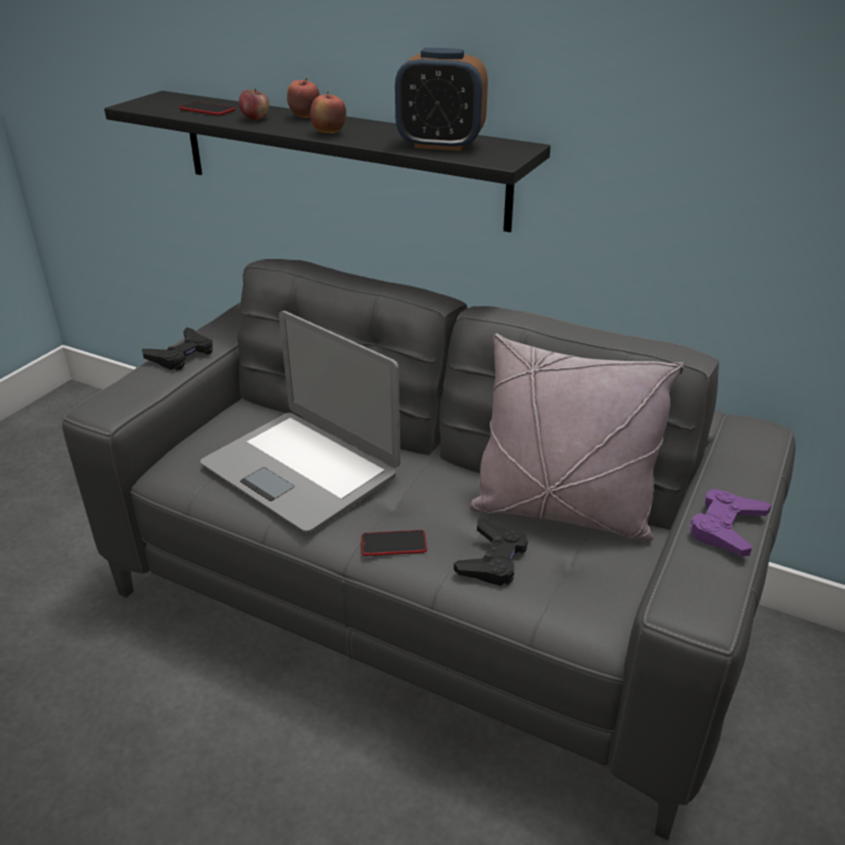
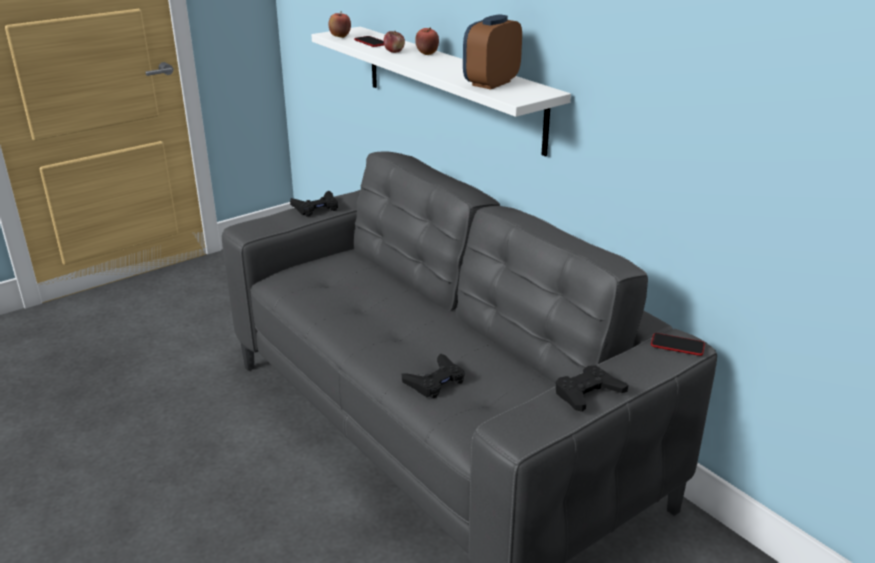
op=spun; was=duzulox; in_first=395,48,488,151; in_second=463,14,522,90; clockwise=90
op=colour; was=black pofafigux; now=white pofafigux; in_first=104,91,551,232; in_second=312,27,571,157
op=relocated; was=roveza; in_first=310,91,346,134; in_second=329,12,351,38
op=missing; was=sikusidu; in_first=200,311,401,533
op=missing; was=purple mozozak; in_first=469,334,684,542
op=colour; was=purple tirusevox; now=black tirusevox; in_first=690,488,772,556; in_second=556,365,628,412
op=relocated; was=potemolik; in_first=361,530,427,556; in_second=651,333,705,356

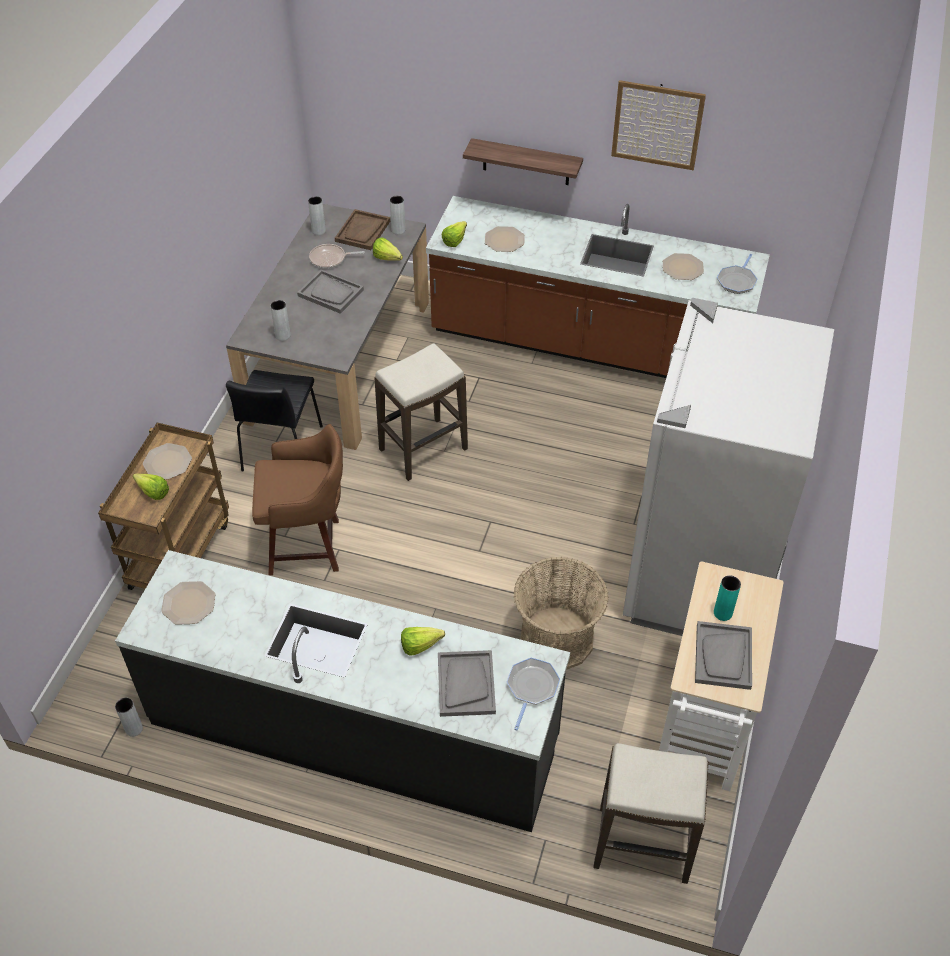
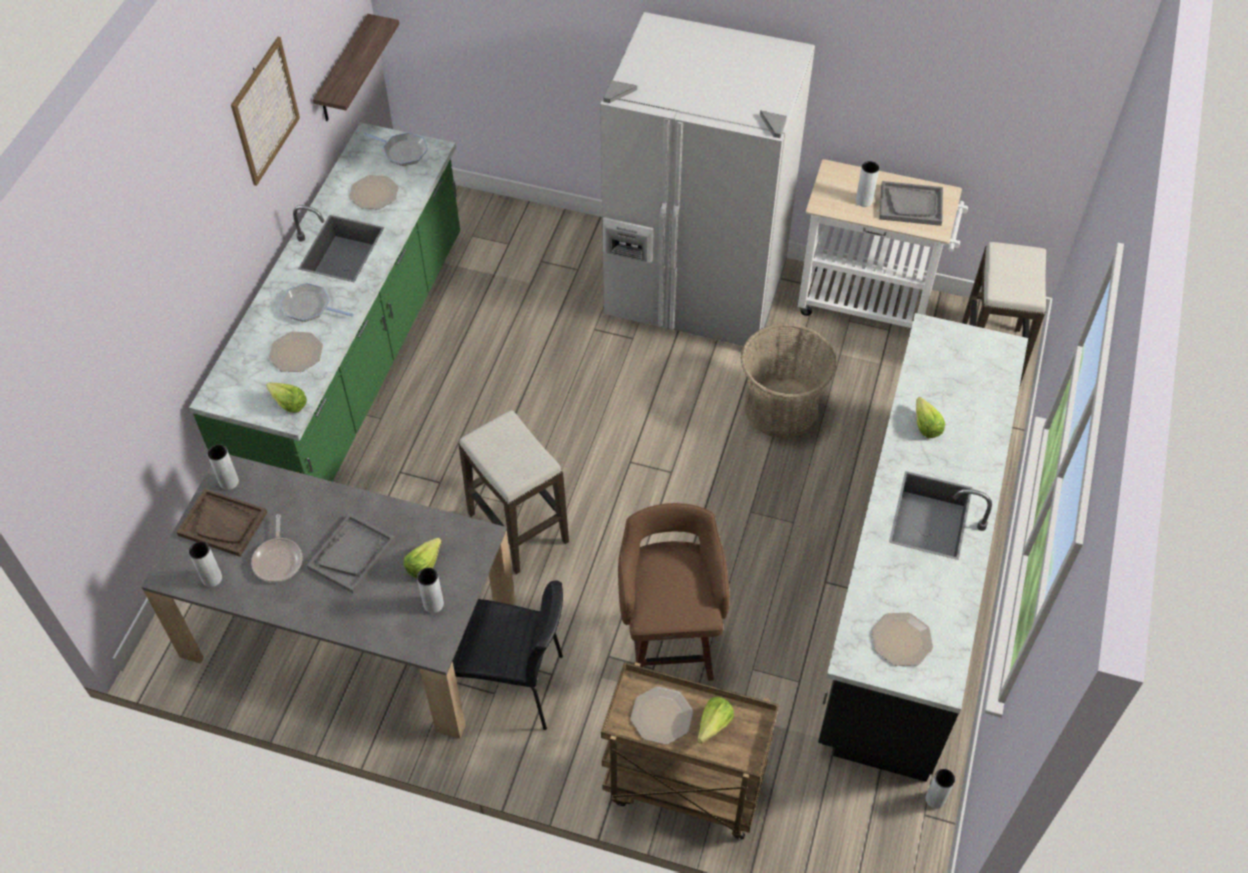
op=relocated; was=pofafigux; in_first=463,138,583,185; in_second=313,14,399,121
op=colour; was=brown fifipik; now=green fifipik; in_first=426,196,770,378; in_second=189,122,460,482
op=relocated; was=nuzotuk; in_first=373,237,403,261; in_second=403,538,442,579
op=colour; was=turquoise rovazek; now=grey rovazek; in_first=714,576,741,621; in_second=856,161,879,207
op=missing; was=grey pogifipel; in_first=438,650,496,717
op=relocated; was=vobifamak; in_first=507,658,560,731; in_second=280,283,354,322

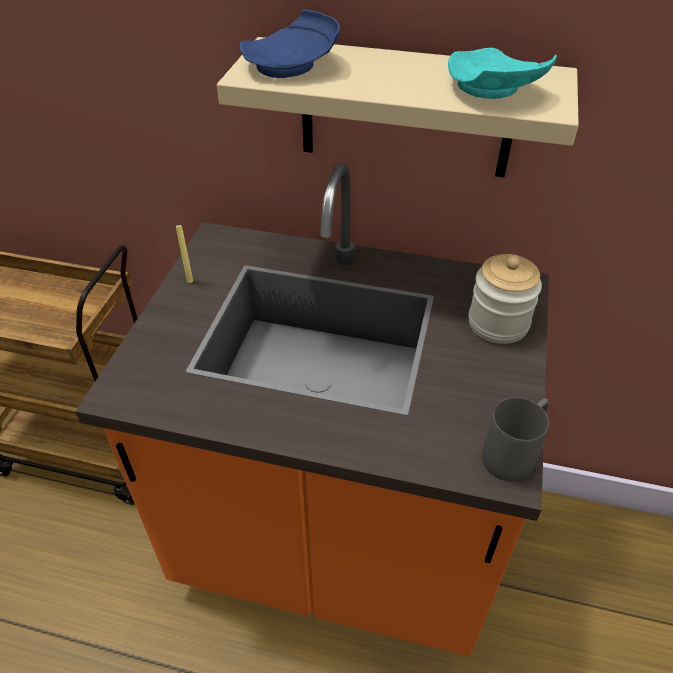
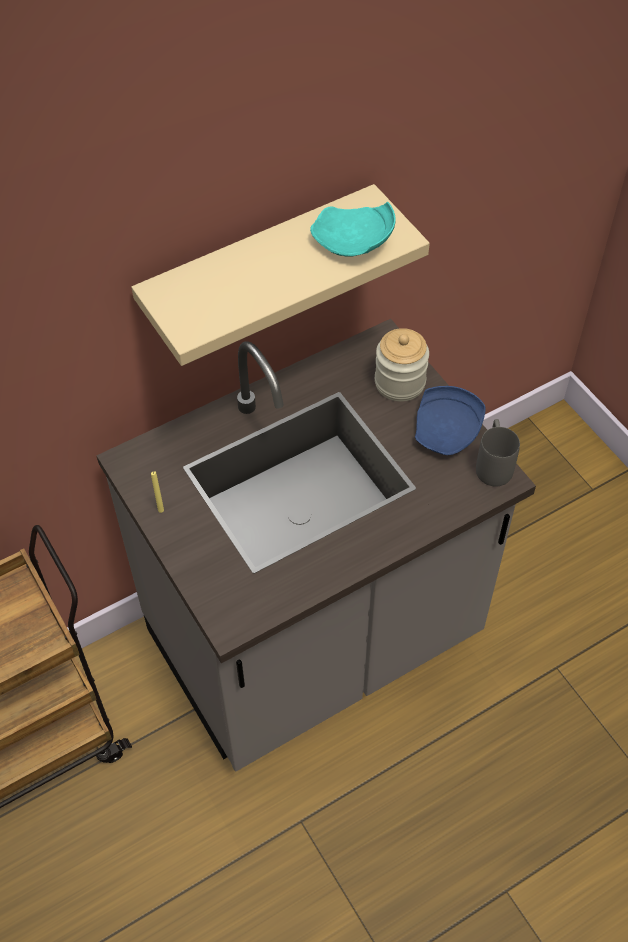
op=relocated; was=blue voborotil; in_first=240,10,340,78; in_second=415,386,486,455
op=colour; was=orange fifipik; now=grey fifipik; in_first=75,163,549,657; in_second=96,319,536,771

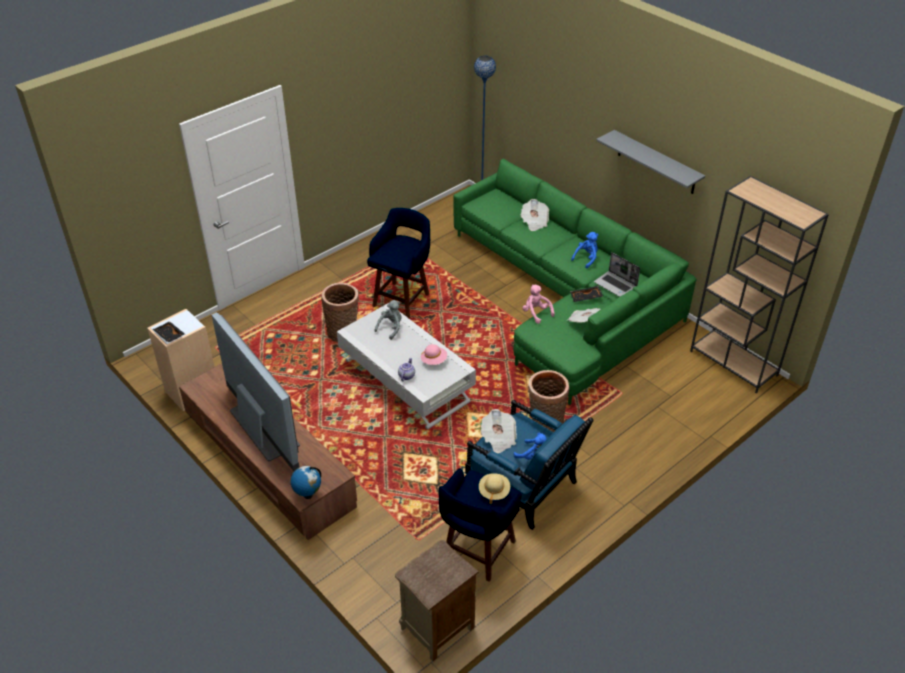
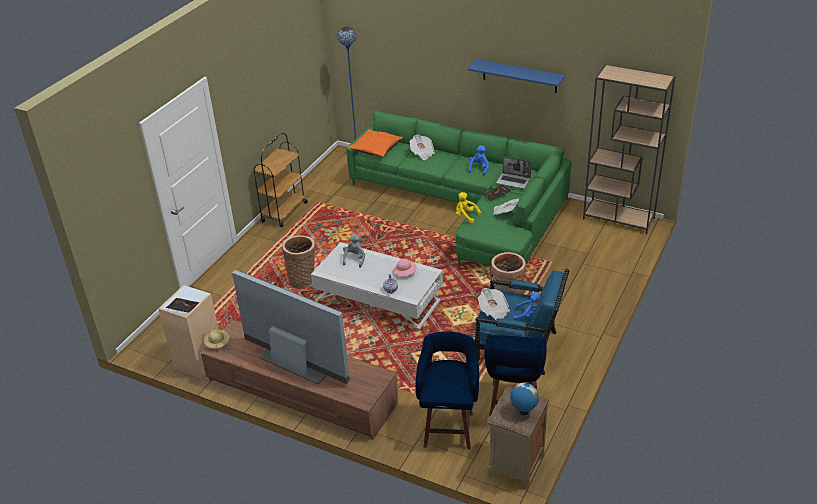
op=colour; was=grey pofafigux; now=blue pofafigux; in_first=596,130,705,194; in_second=468,60,565,93
op=relocated; was=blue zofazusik; in_first=367,208,430,318; in_second=415,331,479,450
op=colour; was=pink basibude; now=yellow basibude; in_first=522,285,555,324; in_second=456,192,481,223
op=relocated; was=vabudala; in_first=291,466,321,499; in_second=510,382,539,415
op=relocated; was=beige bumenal; in_first=479,473,510,504; in_second=204,329,229,352
op=appeared; now=orange mozozak; in_second=348,129,404,157
op=appeared; now=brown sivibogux; in_second=253,133,308,227

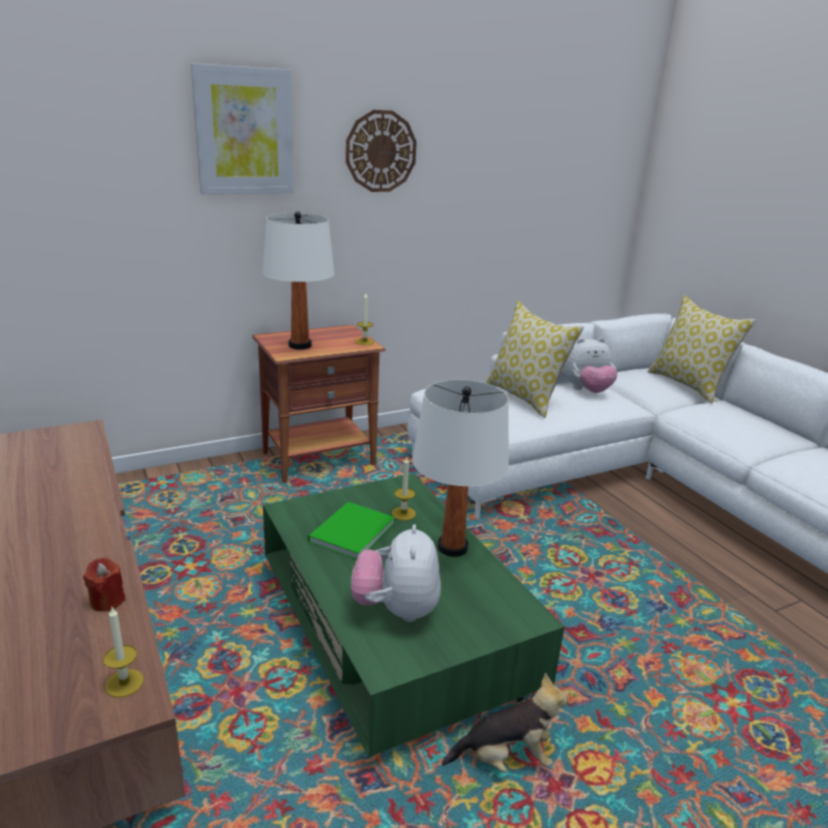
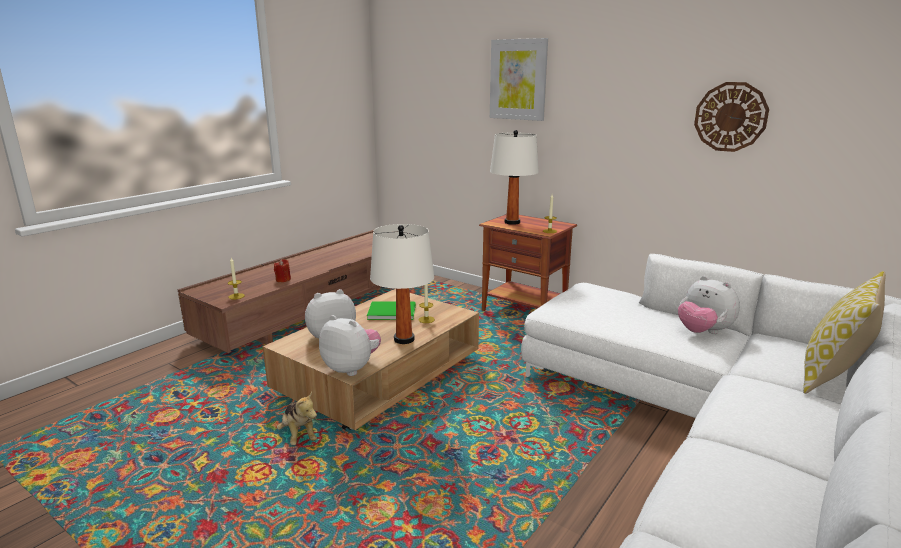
op=relocated; was=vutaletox; in_first=346,110,417,192; in_second=694,82,769,152
op=missing; was=mozozak; in_first=485,301,584,418
op=colour; was=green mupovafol; now=brown mupovafol; in_first=263,473,565,757; in_second=263,289,479,430
op=appeared; now=basibude; in_second=319,315,381,376

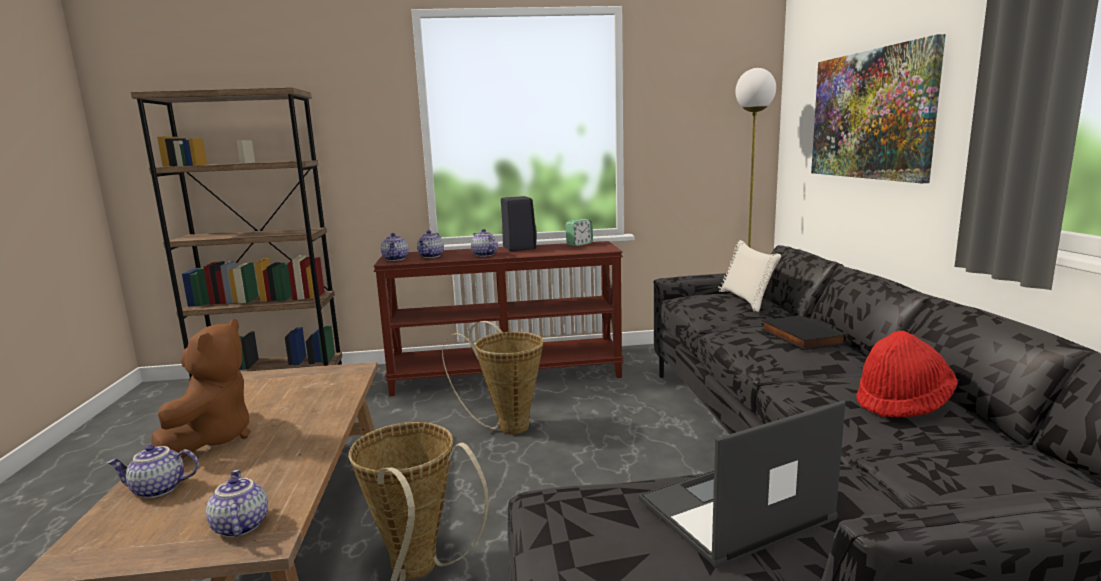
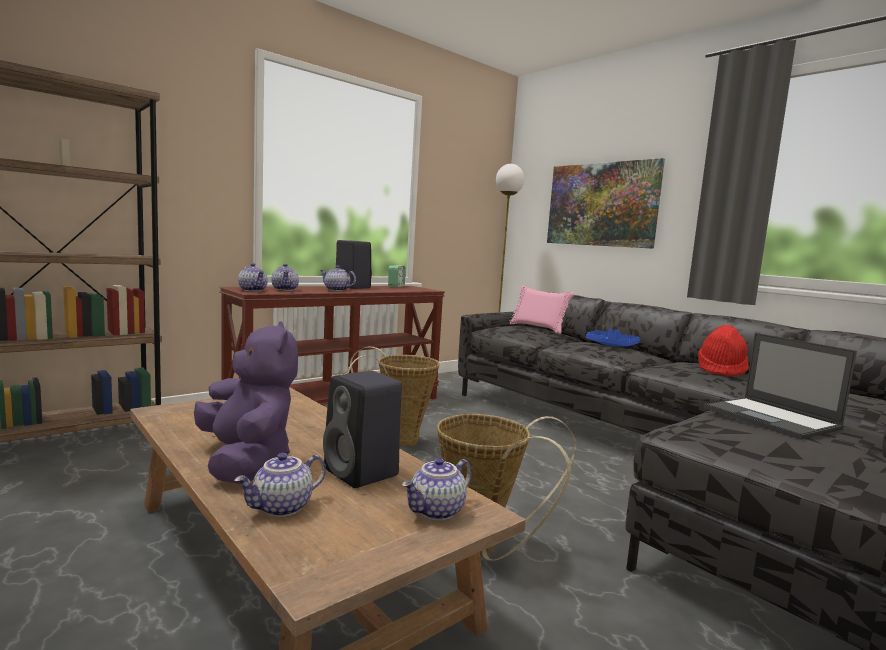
op=colour; was=white mozozak; now=pink mozozak; in_first=718,240,781,312; in_second=509,286,574,334
op=exchanged; was=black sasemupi; now=blue pogifipel; in_first=761,315,847,350; in_second=586,329,640,347
op=colour; was=brown basibude; now=purple basibude; in_first=151,319,251,458; in_second=194,321,298,484
op=spun; was=sikusidu; in_first=639,401,845,568; in_second=704,333,857,440; clockwise=-60
op=spun; was=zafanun; in_first=206,470,268,538; in_second=402,458,472,521; clockwise=-75
op=appeared; now=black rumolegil; in_second=323,371,402,488

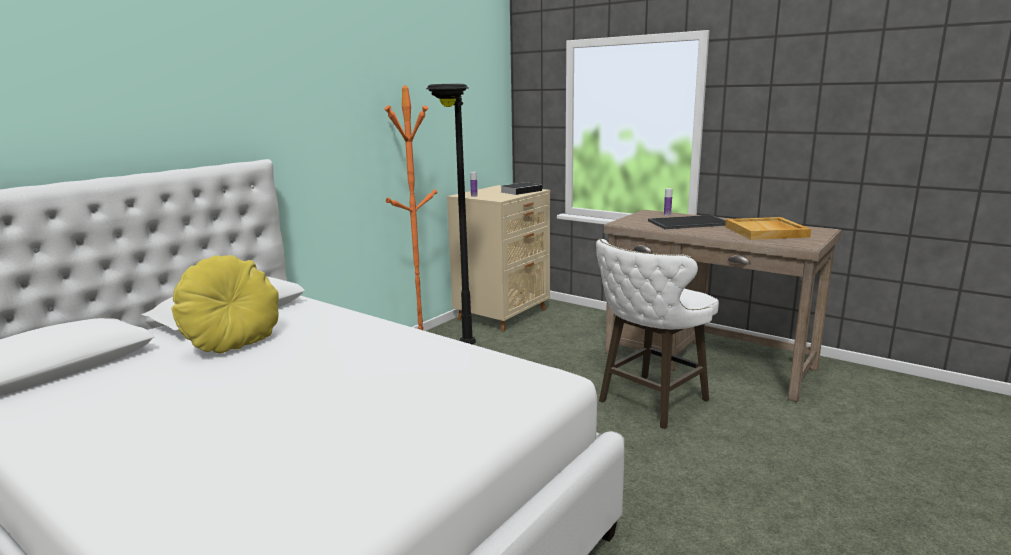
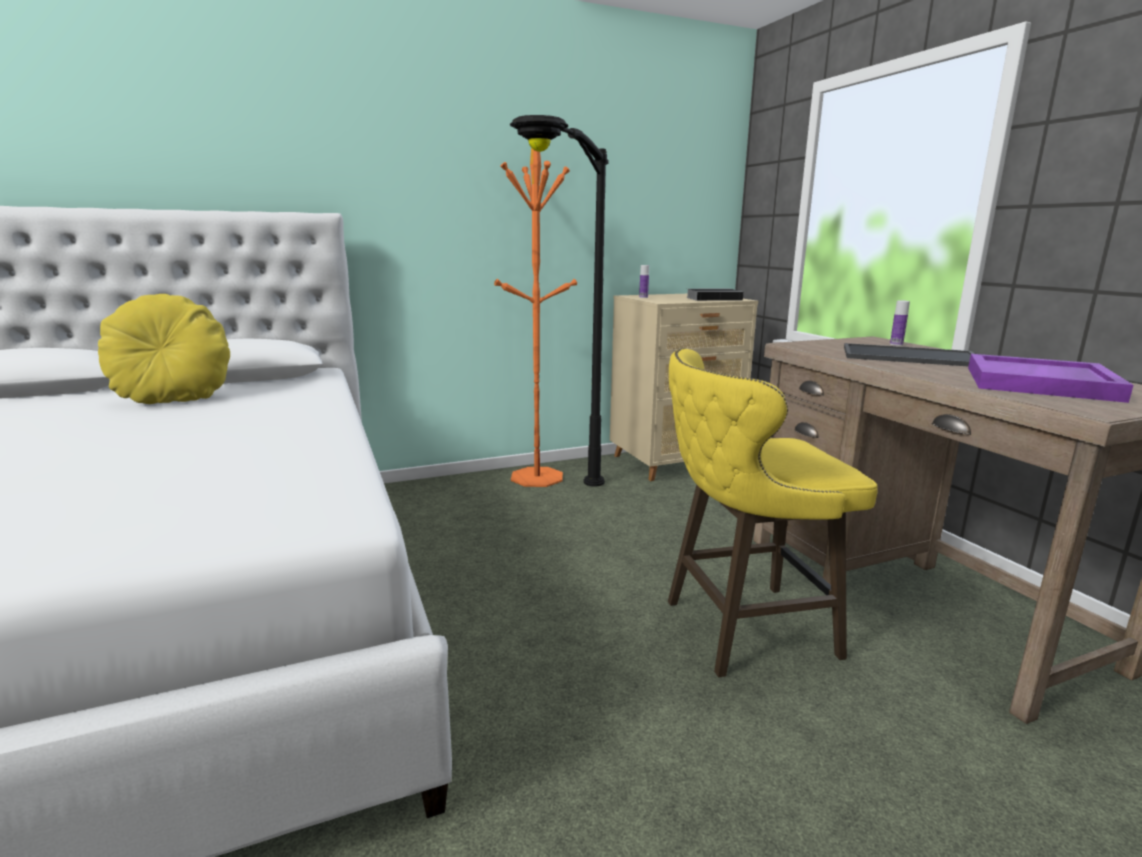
op=colour; was=beige pogifipel; now=purple pogifipel; in_first=725,217,811,240; in_second=968,354,1133,403
op=colour; was=white zofazusik; now=yellow zofazusik; in_first=596,239,719,429; in_second=668,348,878,677

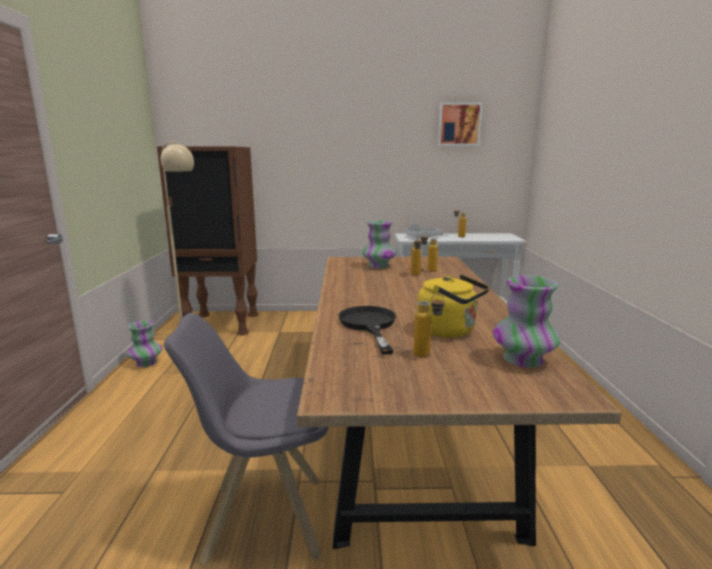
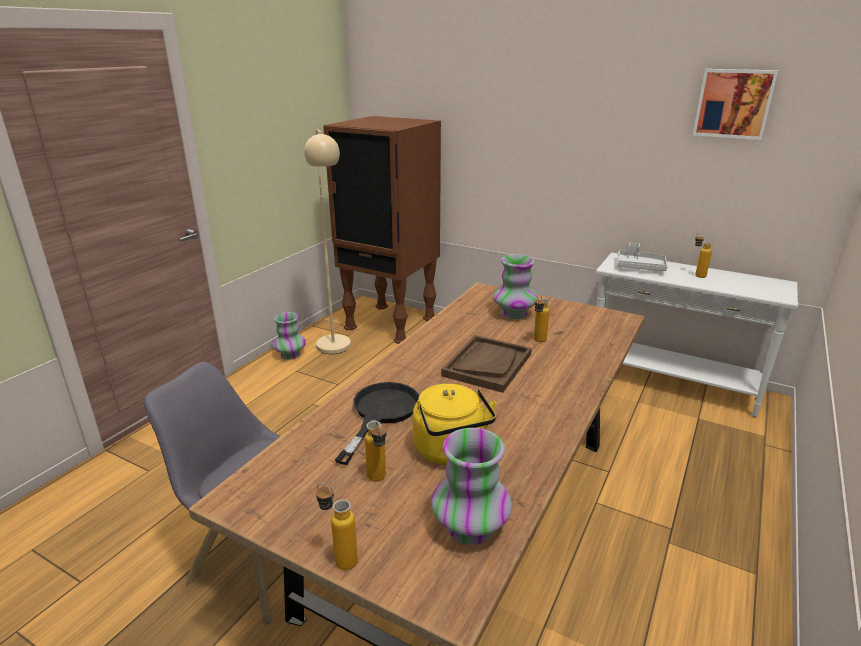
op=relocated; was=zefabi; in_first=420,232,438,272; in_second=316,483,358,570
op=appeared; now=brown pogifipel; in_second=441,335,532,393

